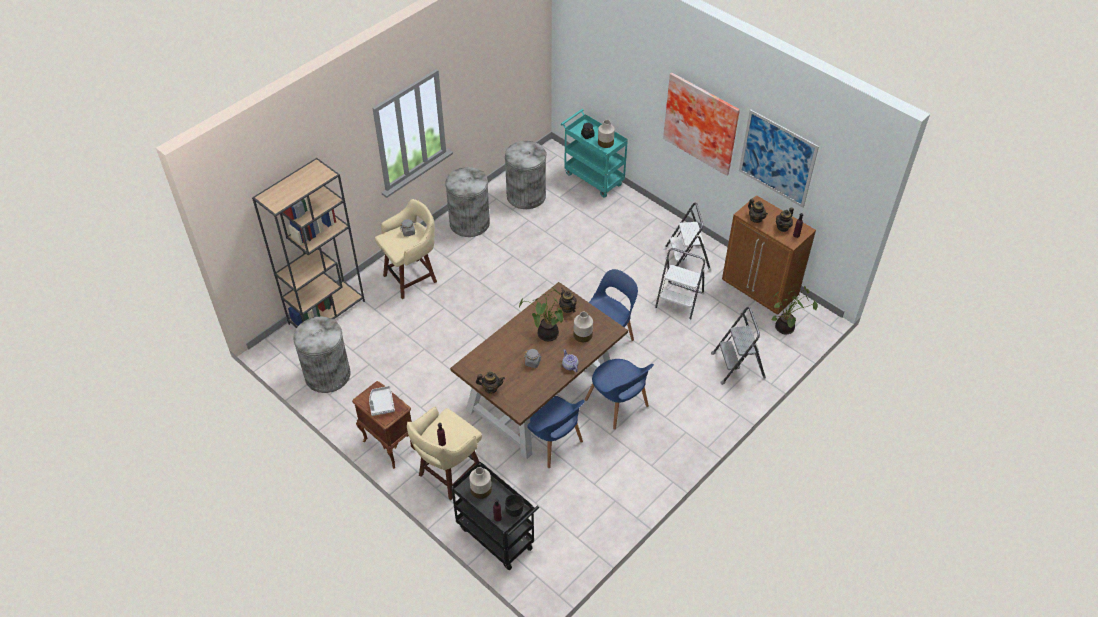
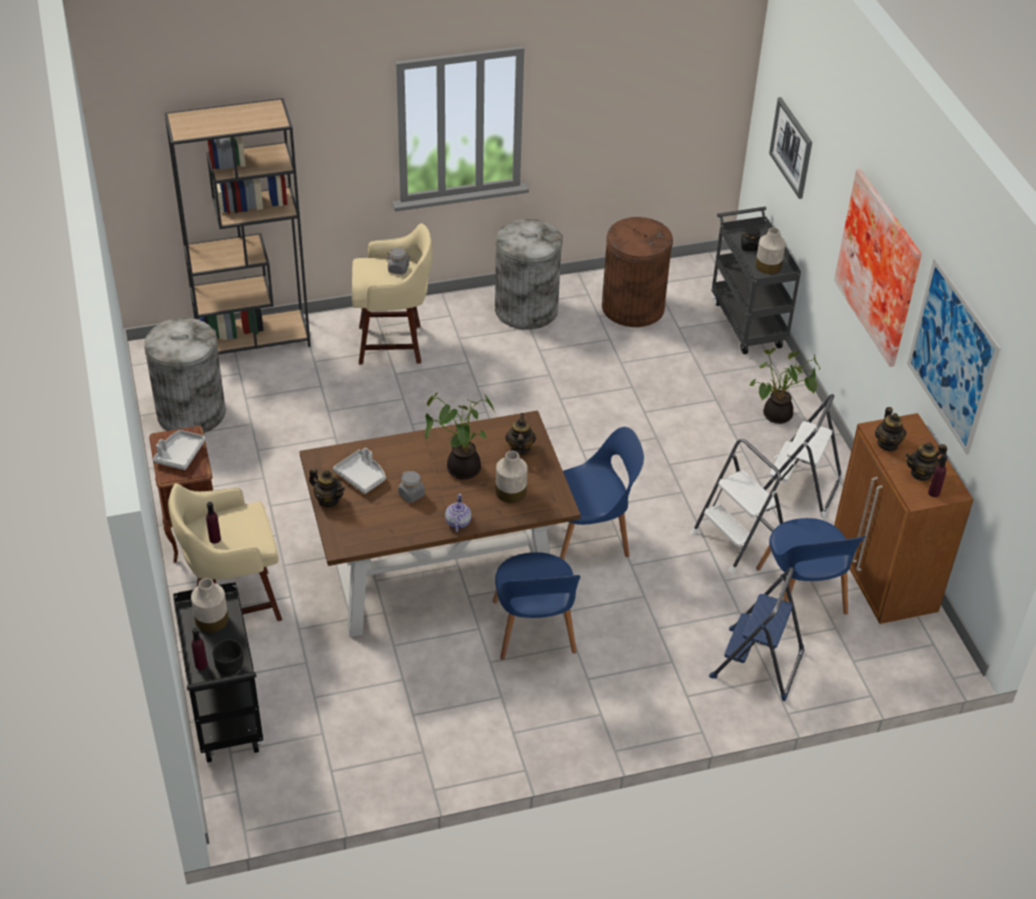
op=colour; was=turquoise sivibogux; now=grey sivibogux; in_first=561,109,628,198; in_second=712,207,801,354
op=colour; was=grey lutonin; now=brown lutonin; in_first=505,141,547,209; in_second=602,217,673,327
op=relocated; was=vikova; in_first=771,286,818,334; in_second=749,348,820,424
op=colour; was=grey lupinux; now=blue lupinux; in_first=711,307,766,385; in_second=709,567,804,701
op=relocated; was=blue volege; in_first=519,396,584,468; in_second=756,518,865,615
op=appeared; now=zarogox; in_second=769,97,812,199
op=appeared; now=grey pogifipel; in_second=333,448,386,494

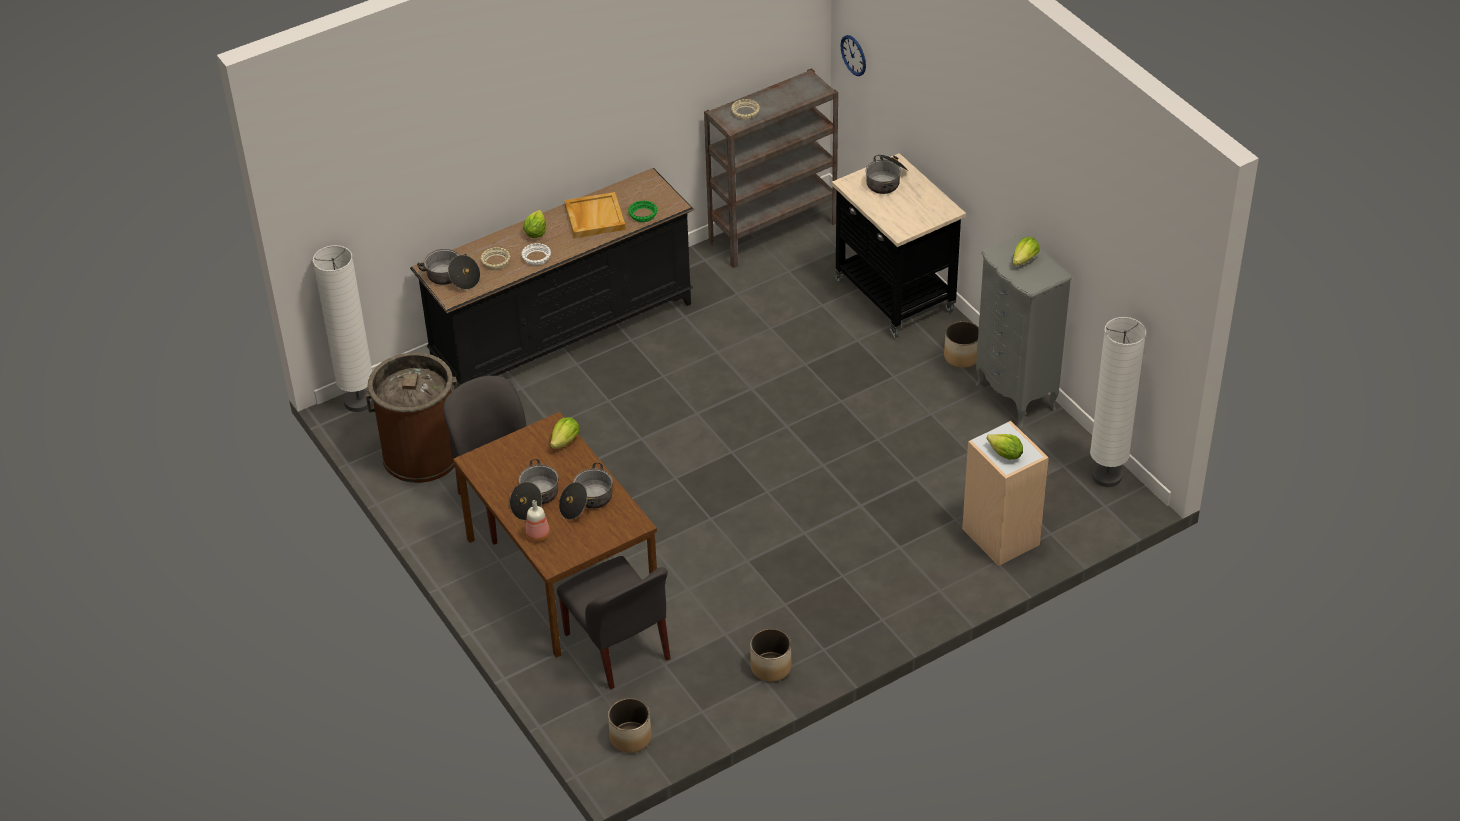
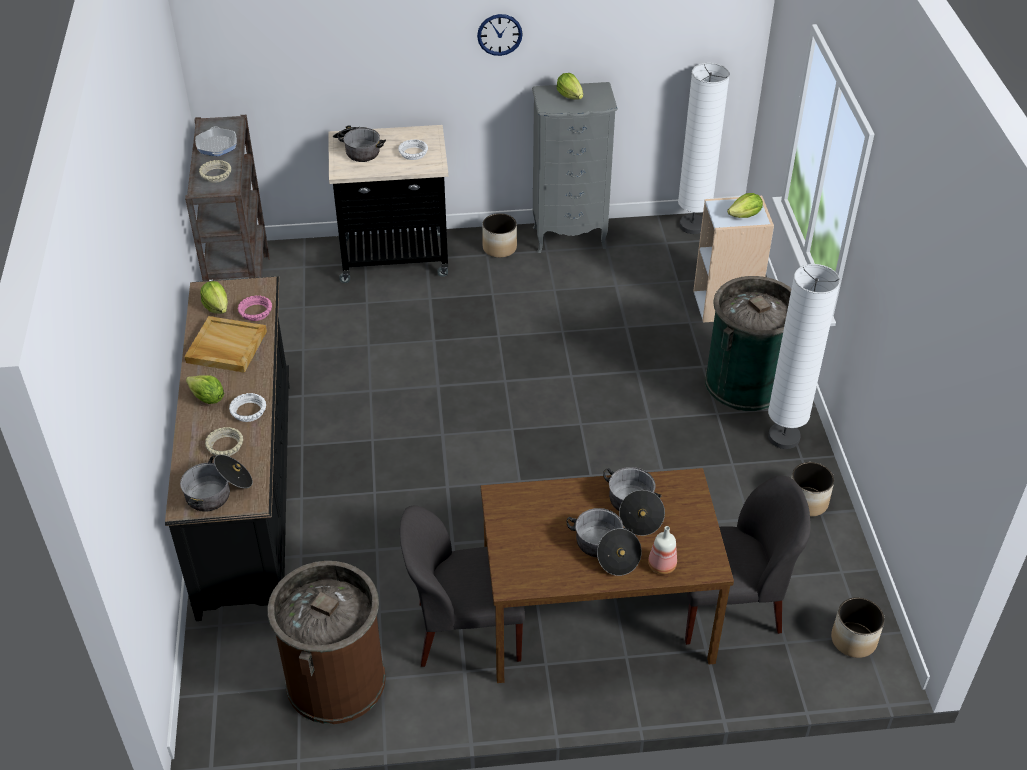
op=relocated; was=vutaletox; in_first=840,35,866,76; in_second=477,14,523,56
op=colour; was=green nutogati; now=pink nutogati; in_first=628,201,658,222; in_second=238,295,272,321
op=relocated; was=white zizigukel; in_first=313,245,373,412; in_second=768,264,840,449
op=relocated; was=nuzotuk; in_first=550,417,579,448; in_second=200,281,228,314
op=appeared; now=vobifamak; in_second=195,127,237,156
op=appeared; now=white nutogati; in_second=398,139,428,160
op=appeared; now=green lutonin; in_second=705,276,792,411

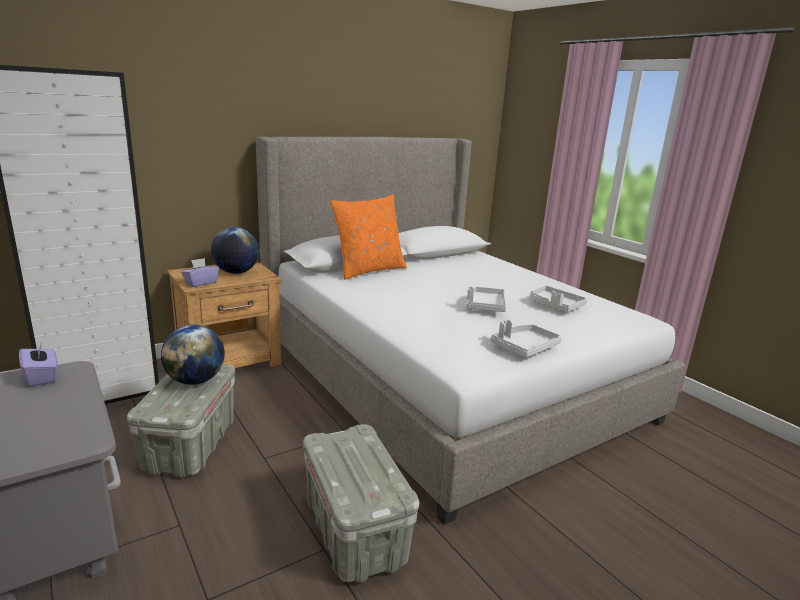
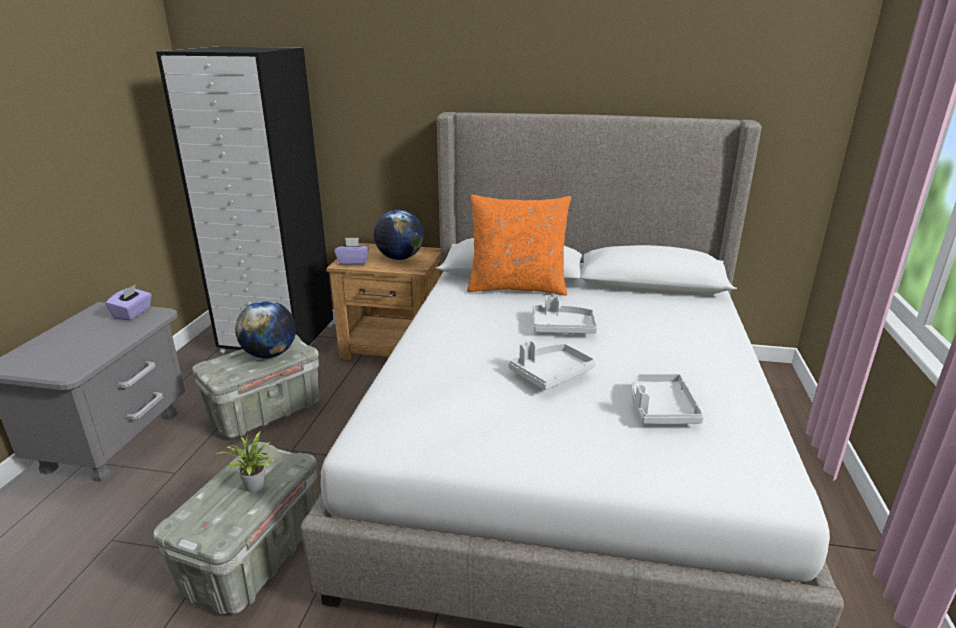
op=relocated; was=grey pogifipel; in_first=491,319,562,357; in_second=533,295,597,333
op=appeared; now=vikova; in_second=216,431,273,492

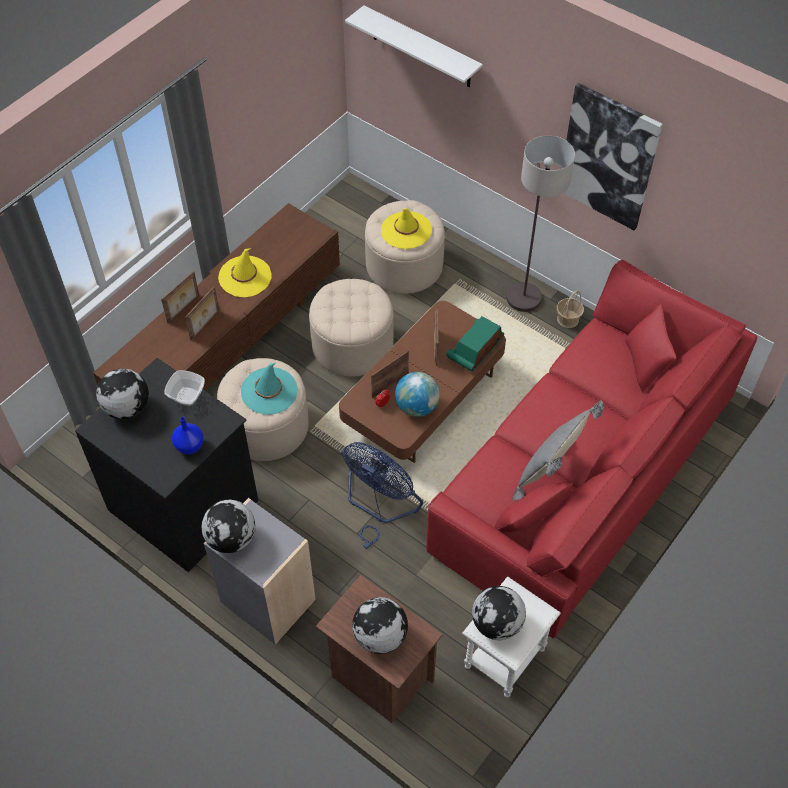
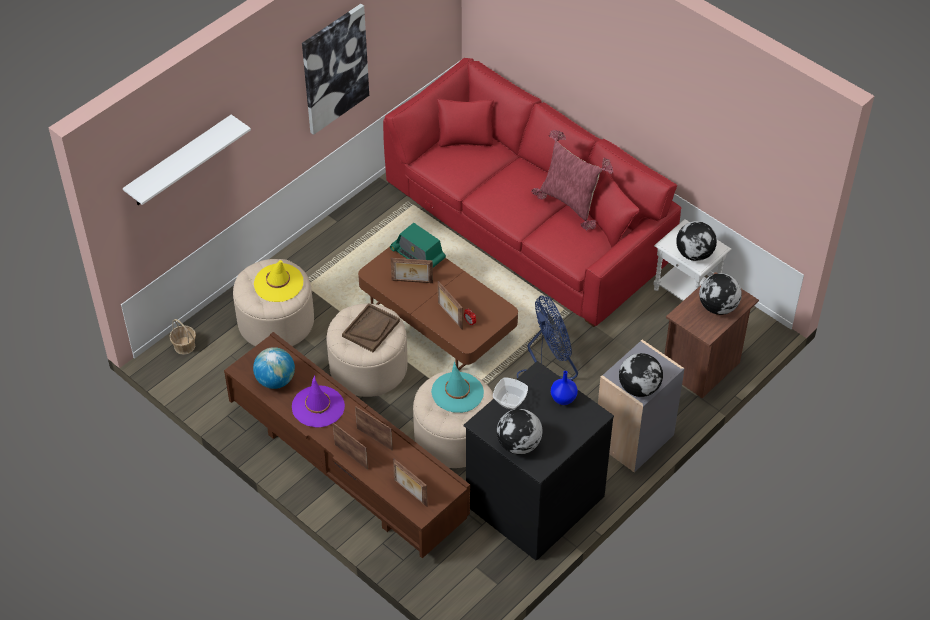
op=missing; was=grey zizigukel; in_first=506,135,575,312
op=colour; was=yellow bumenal; now=purple bumenal; in_first=218,248,272,297; in_second=292,375,345,427
op=relocated; was=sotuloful; in_first=557,290,584,328; in_second=169,319,196,355
op=relocated; was=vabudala; in_first=395,372,440,417; in_second=253,347,295,389
op=colour; was=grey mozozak; now=red mozozak; in_first=512,400,604,501; in_second=531,130,614,231
op=spun; was=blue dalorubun; in_first=341,442,423,549; in_second=517,296,578,381; clockwise=120
op=appeared; now=brown pogifipel; in_second=342,303,400,352
op=appeared; now=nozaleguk; in_second=393,458,428,507

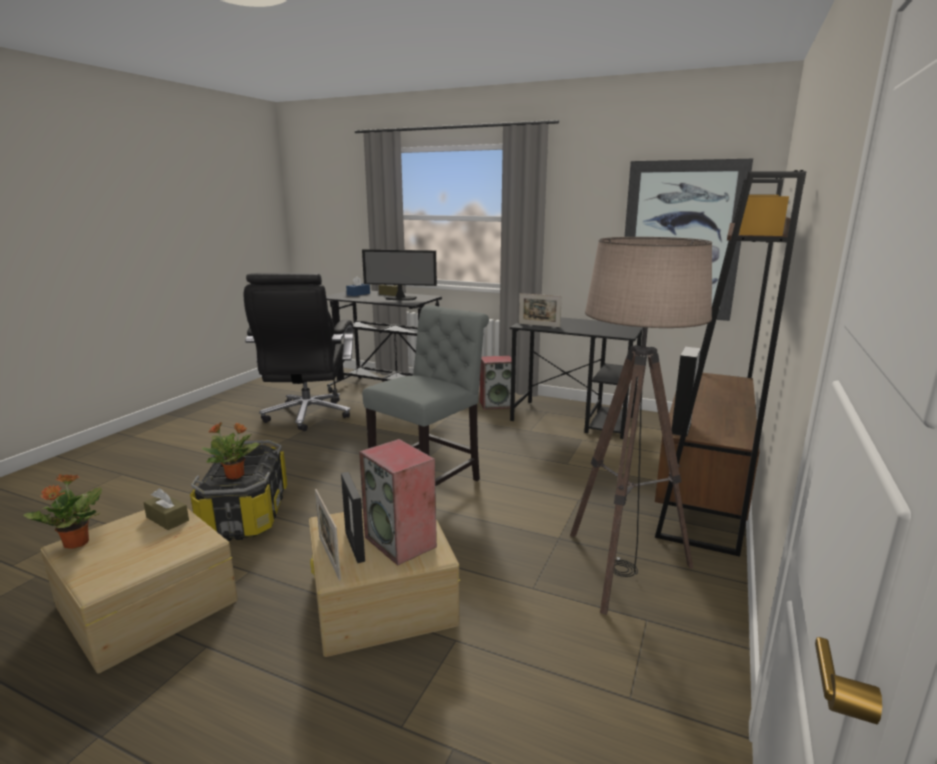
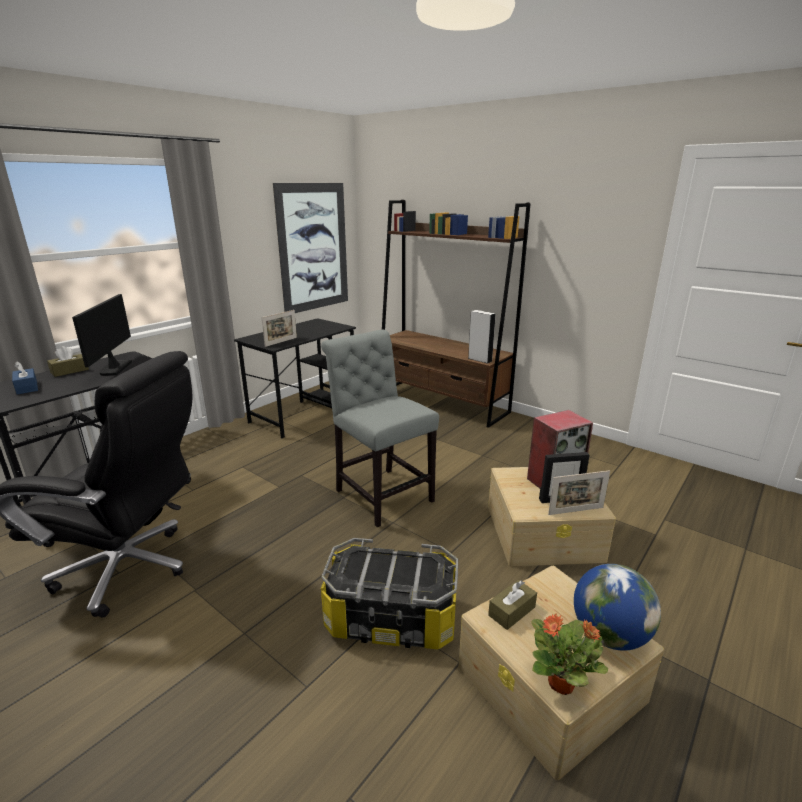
op=missing; was=zizigukel; in_first=570,237,712,615
op=spun; was=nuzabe; in_first=362,249,437,300; in_second=72,294,132,376; clockwise=150
op=missing; was=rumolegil; in_first=480,355,512,410
op=missing; was=vikova; in_first=201,422,259,479
op=appeared; now=vabudala; in_second=574,564,661,650

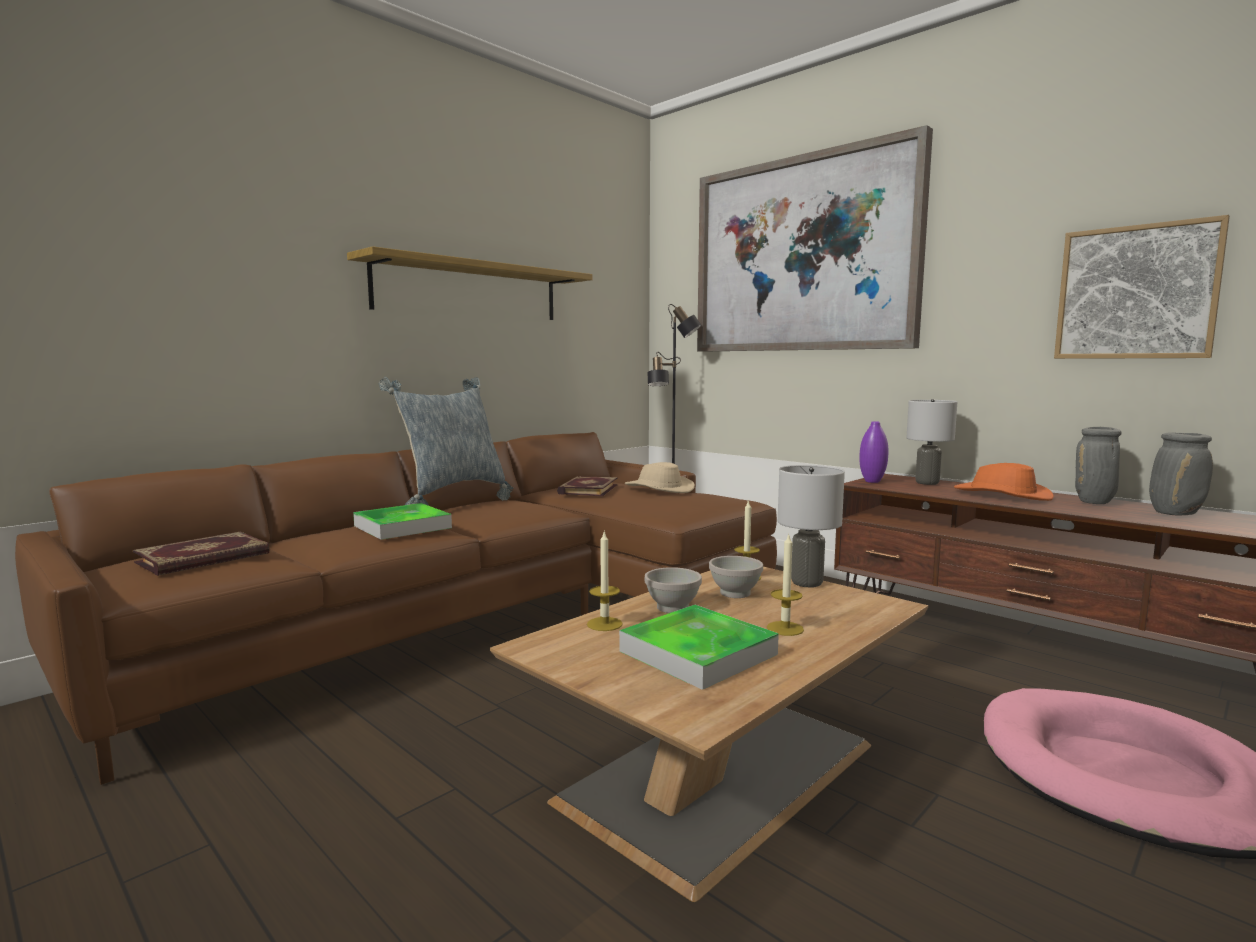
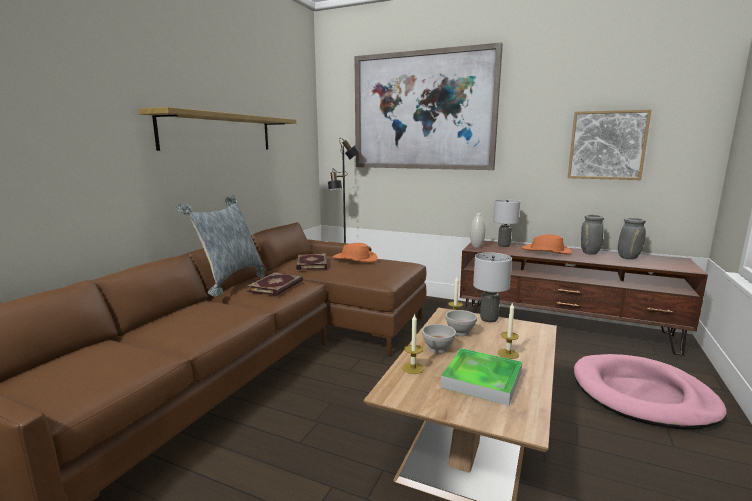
op=colour; was=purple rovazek; now=white rovazek; in_first=859,421,888,483; in_second=470,213,486,248
op=colour; was=beige bumenal; now=orange bumenal; in_first=625,462,695,493; in_second=333,243,378,262
op=missing; was=pogifipel; in_first=353,503,452,540
op=relocated; was=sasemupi; in_first=133,532,269,576; in_second=247,272,303,296

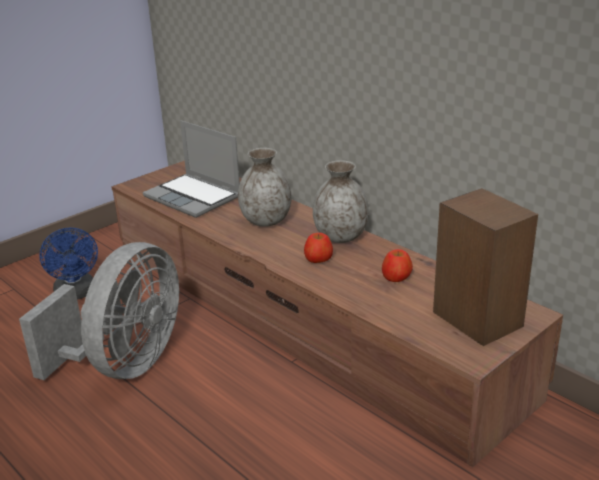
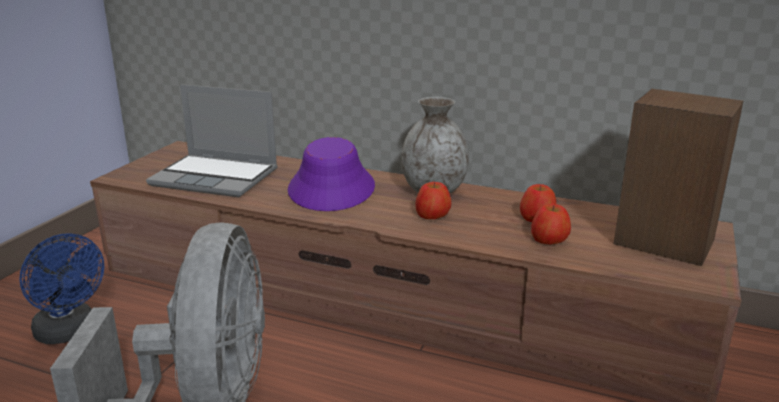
op=exchanged; was=grey rovazek; now=purple bumenal; in_first=238,148,291,227; in_second=288,137,375,211
op=appeared; now=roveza; in_second=531,204,571,244

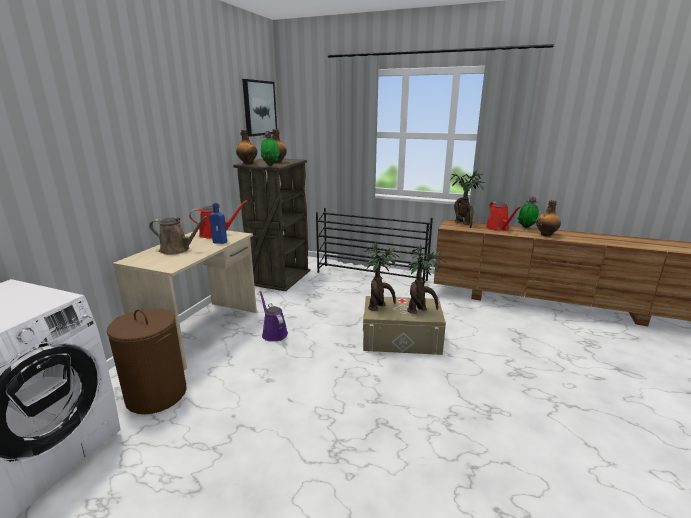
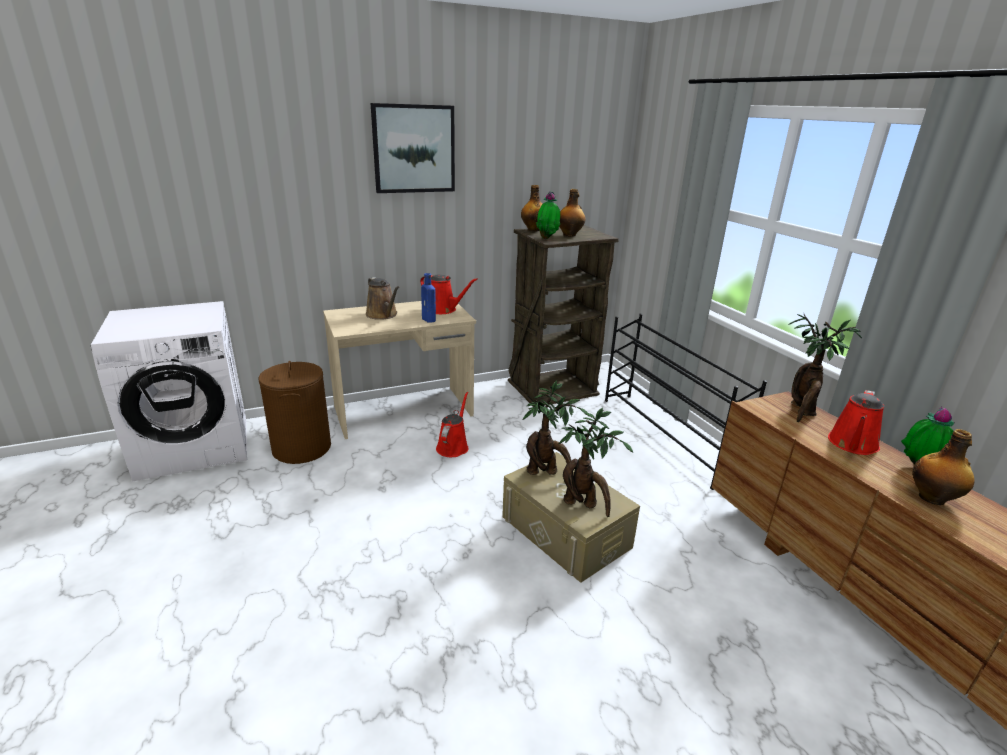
op=relocated; was=zarogox; in_first=242,79,277,137; in_second=371,103,455,193
op=colour; was=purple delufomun; now=red delufomun; in_first=259,291,288,342; in_second=436,392,469,457

